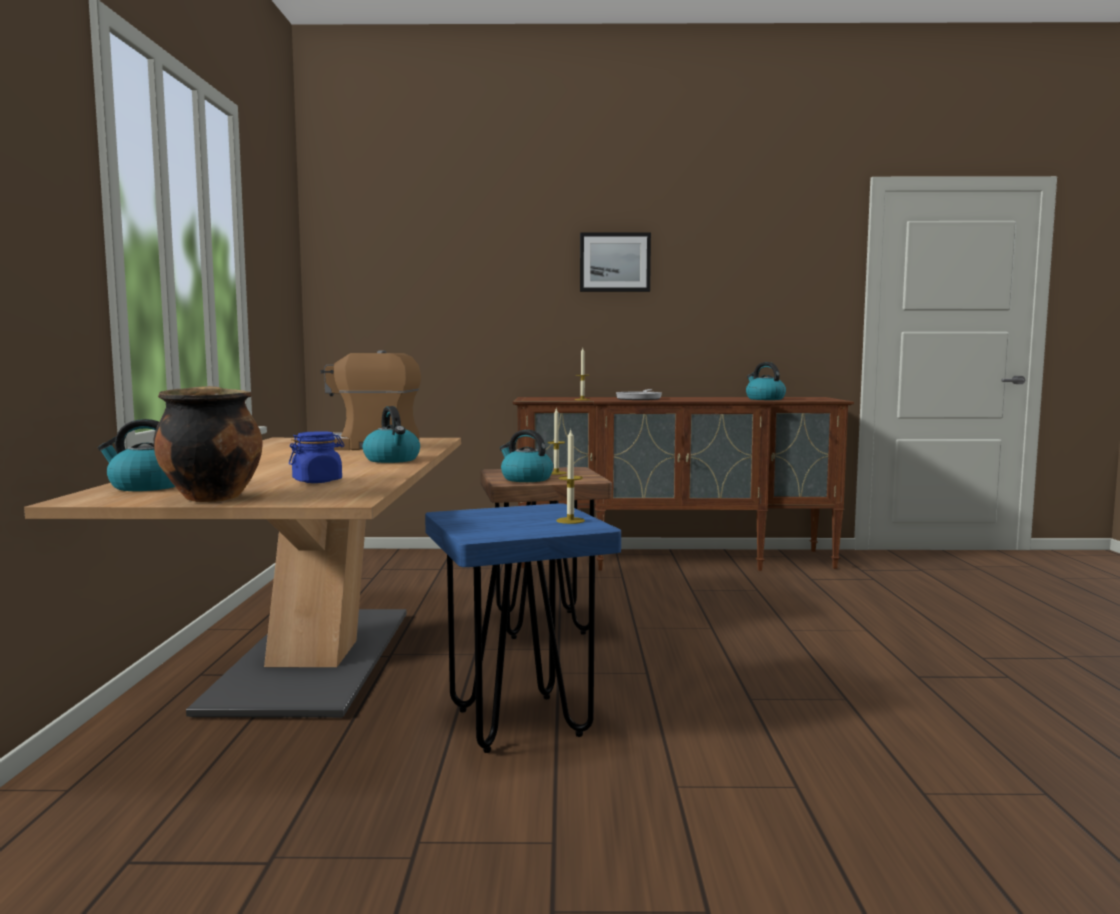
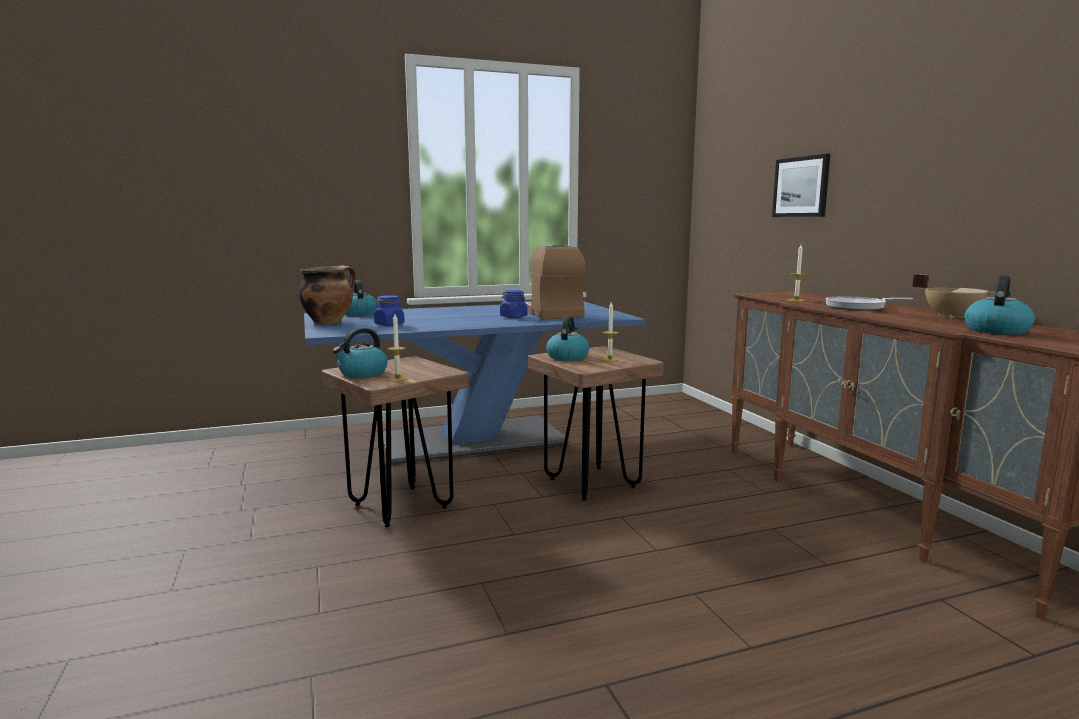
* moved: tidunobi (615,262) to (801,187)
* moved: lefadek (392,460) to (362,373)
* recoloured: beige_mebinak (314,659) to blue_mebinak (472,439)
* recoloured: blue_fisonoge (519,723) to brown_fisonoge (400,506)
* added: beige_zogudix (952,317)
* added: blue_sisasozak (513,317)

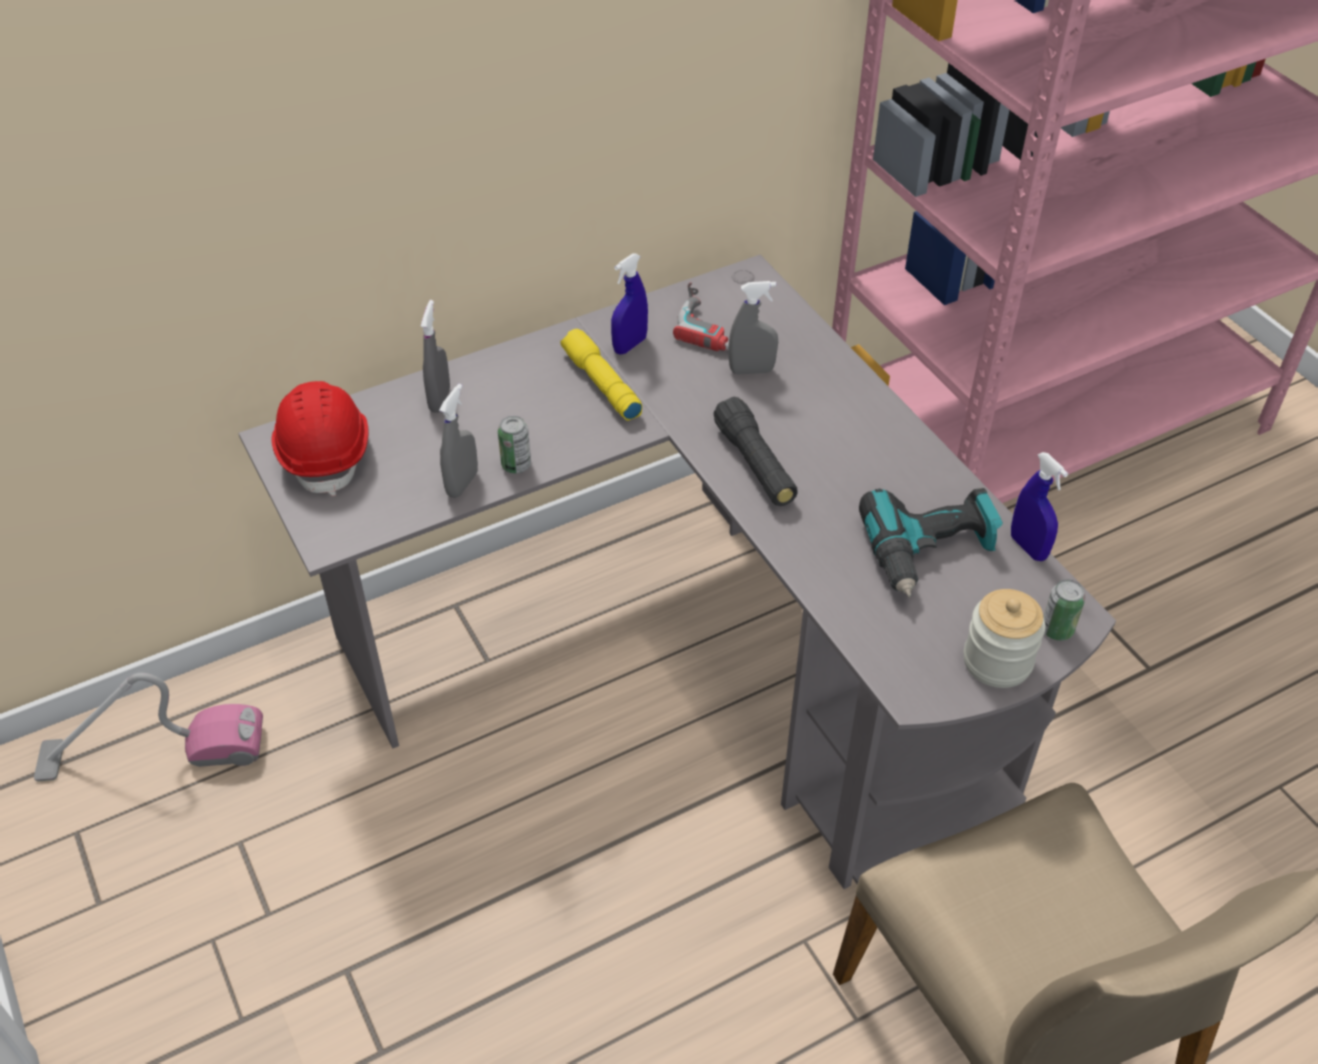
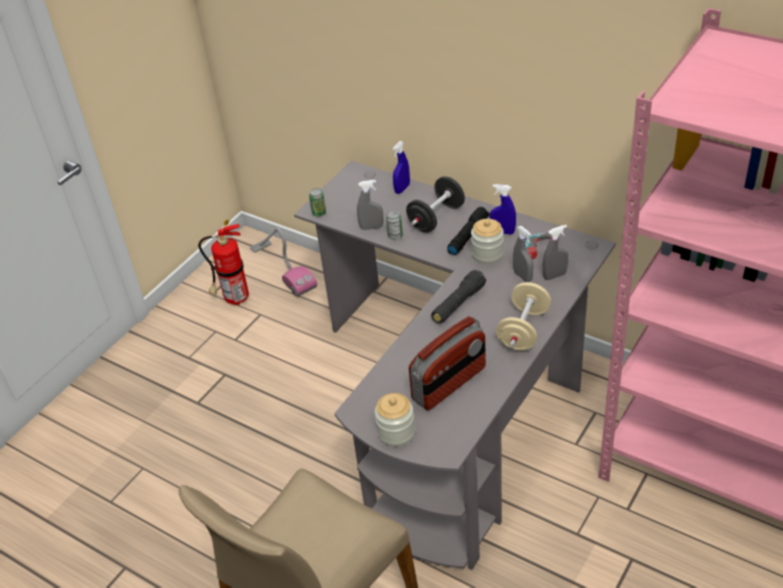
* moved: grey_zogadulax (439,399) to (554,276)
* recoloured: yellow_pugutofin (600,384) to black_pugutofin (467,236)
* removed: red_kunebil (326,452)
* moved: blue_zogadulax (1028,547) to (402,189)
* replaced: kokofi (930,552) to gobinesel (449,384)
* moved: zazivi (1057,630) to (319,213)
* added: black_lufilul (436,218)
* added: sisasozak (487,254)
* added: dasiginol (234,299)
* added: beige_lufilul (523,330)

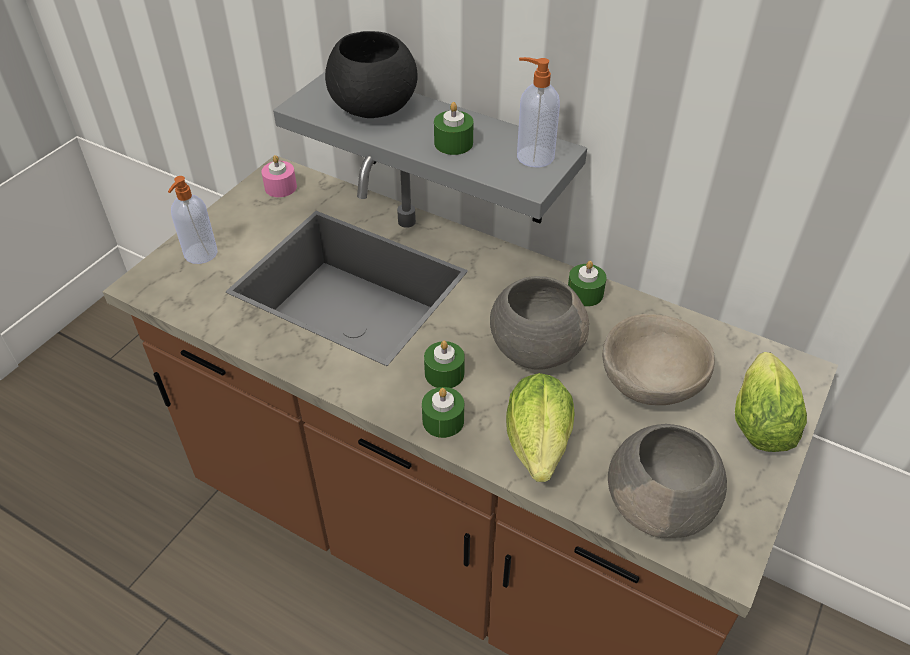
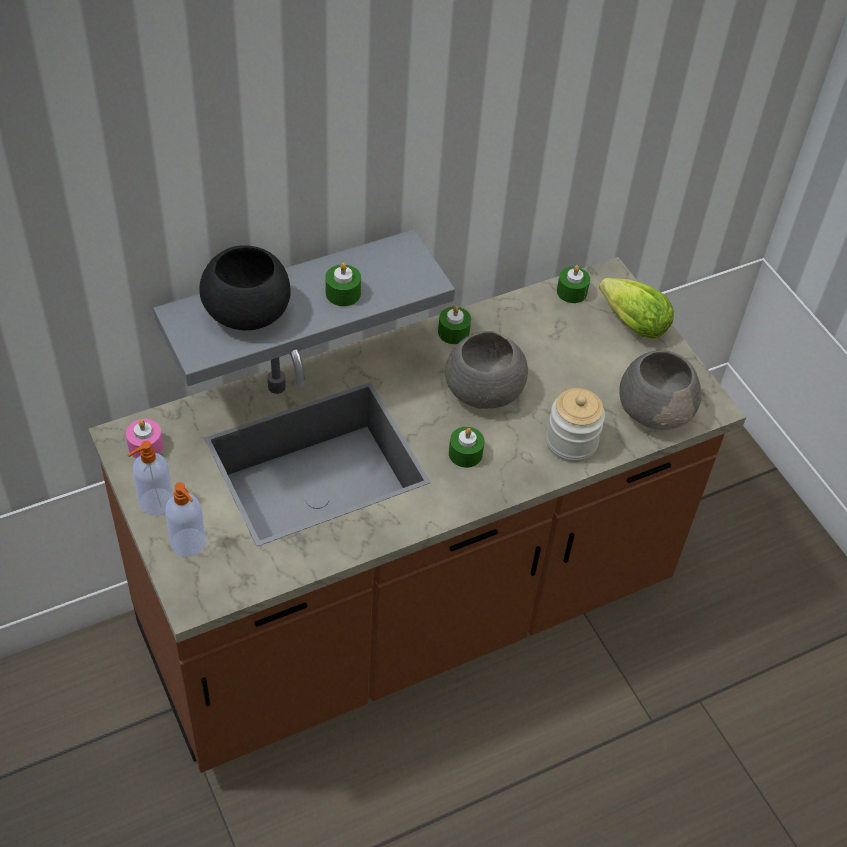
* moved: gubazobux (533,156) to (155,502)
* removed: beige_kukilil (650,382)
* replaced: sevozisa (538,450) to sisasozak (571,442)
* moved: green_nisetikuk (443,420) to (572,292)

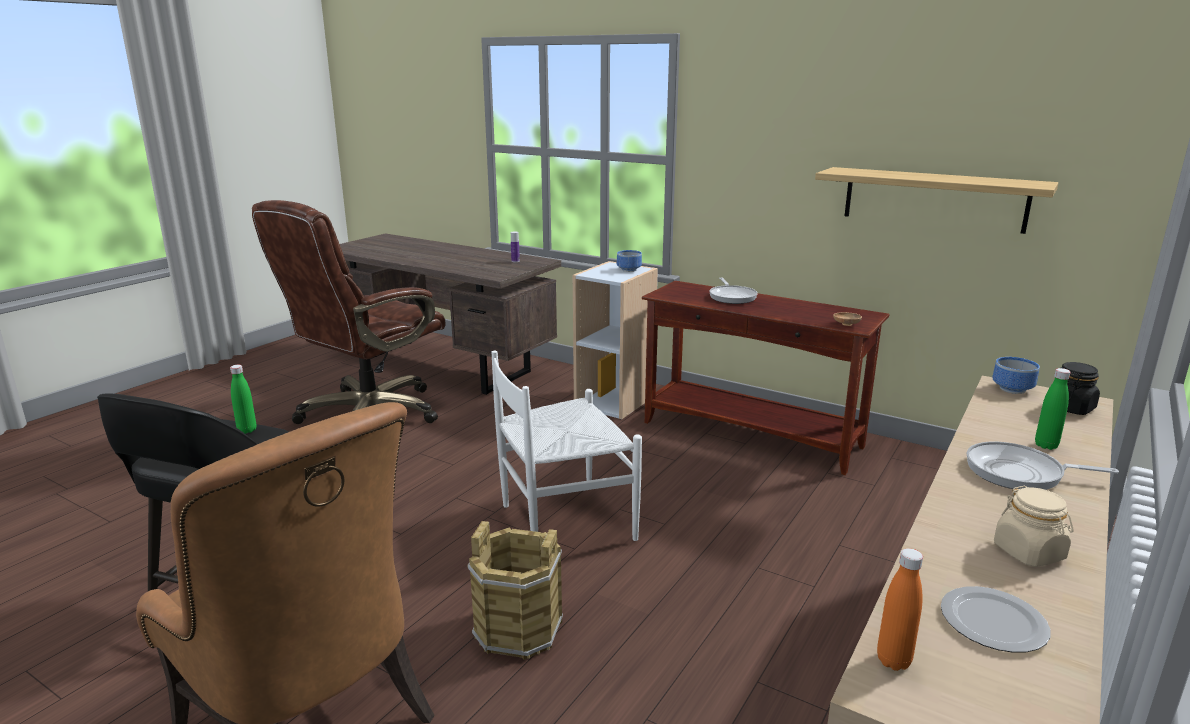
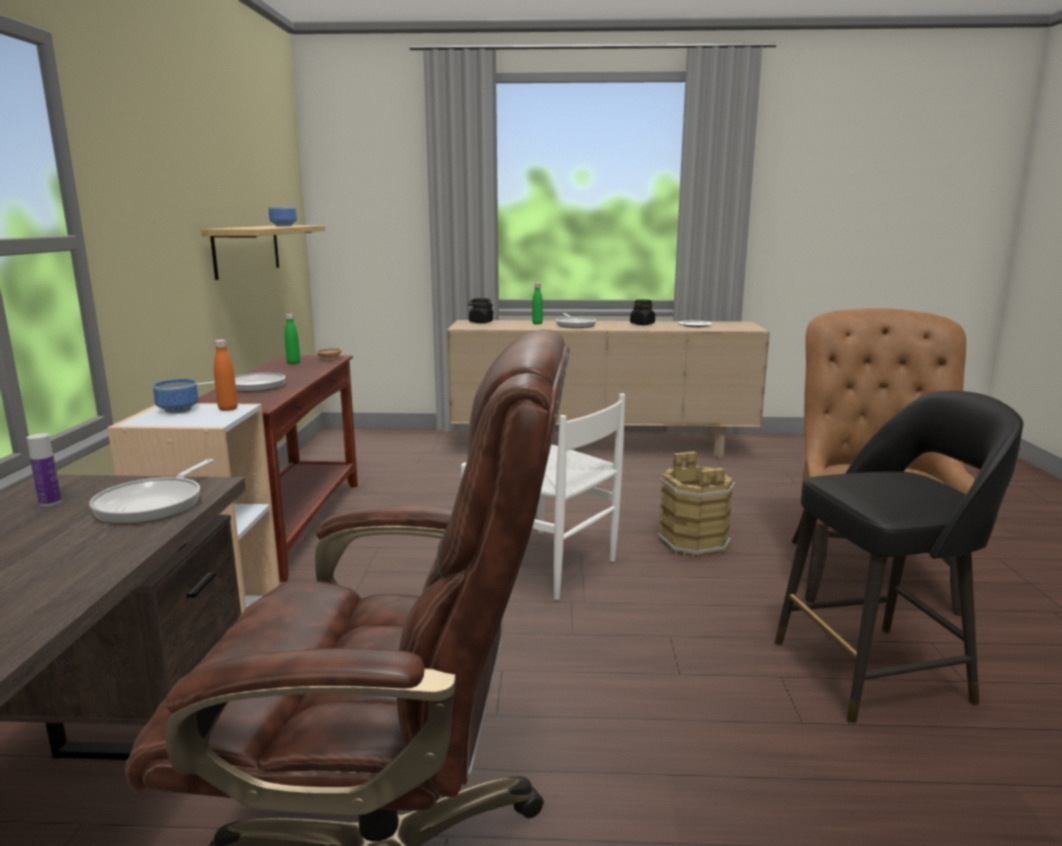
* moved: kukilil (1014,389) to (284,226)
* moved: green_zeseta (247,430) to (293,363)
* recoloured: beige_sisasozak (1029,552) to black_sisasozak (642,324)
* moved: orange_zeseta (893,661) to (228,409)
* added: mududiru (154,504)

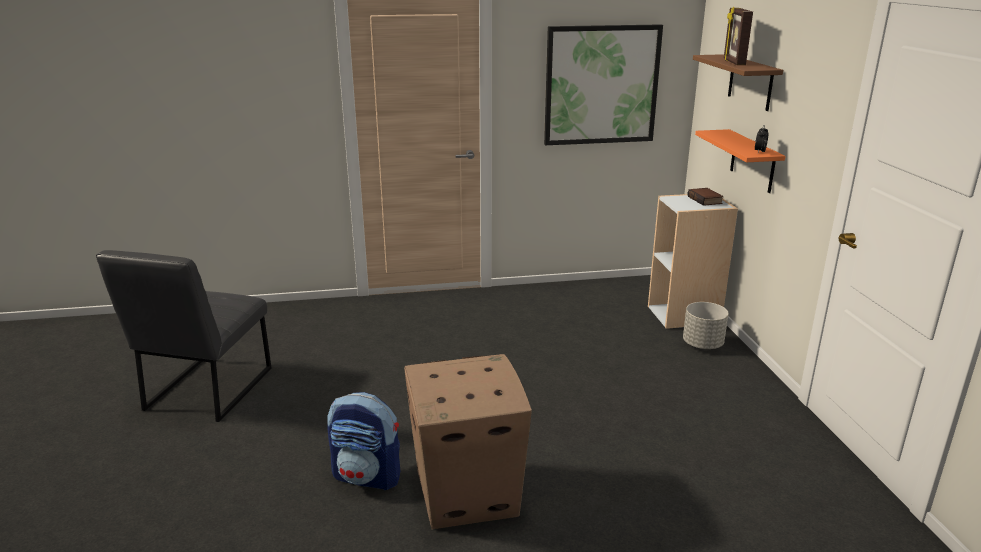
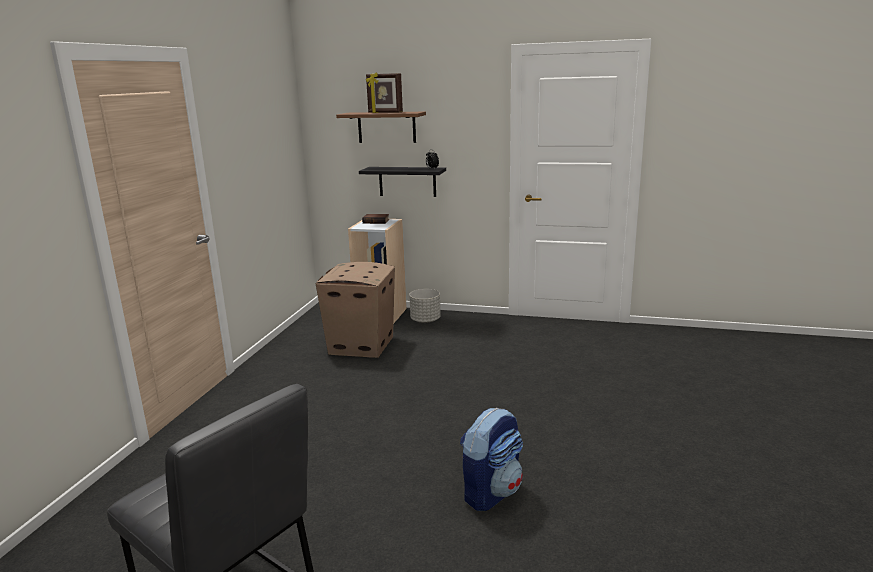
* removed: tidunobi (601,85)
* recoloured: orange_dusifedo (752,161) to black_dusifedo (407,181)
* moved: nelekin (465,494) to (361,346)

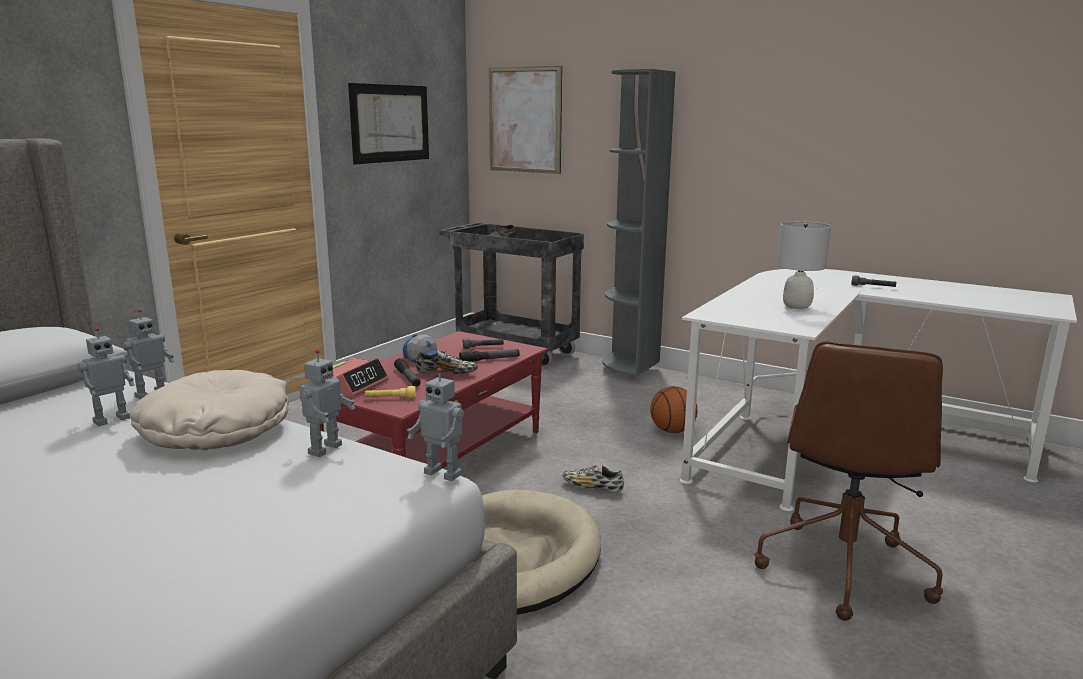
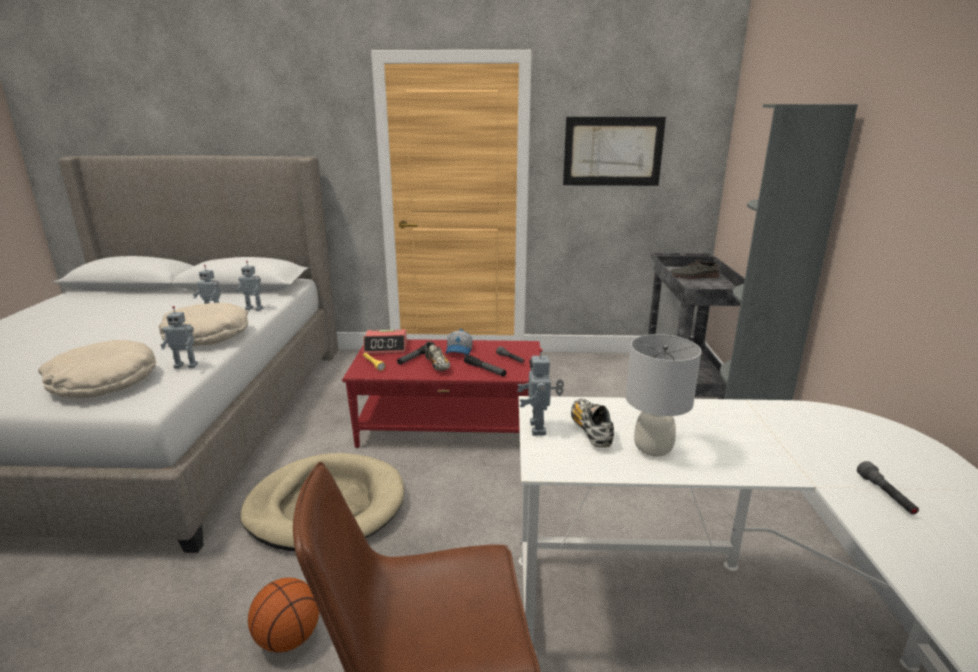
* removed: tidunobi (524,120)
* moved: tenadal (444,473) to (539,428)
* moved: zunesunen (672,431) to (288,638)
* moved: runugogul (592,488) to (590,430)
* added: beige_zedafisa (104,383)

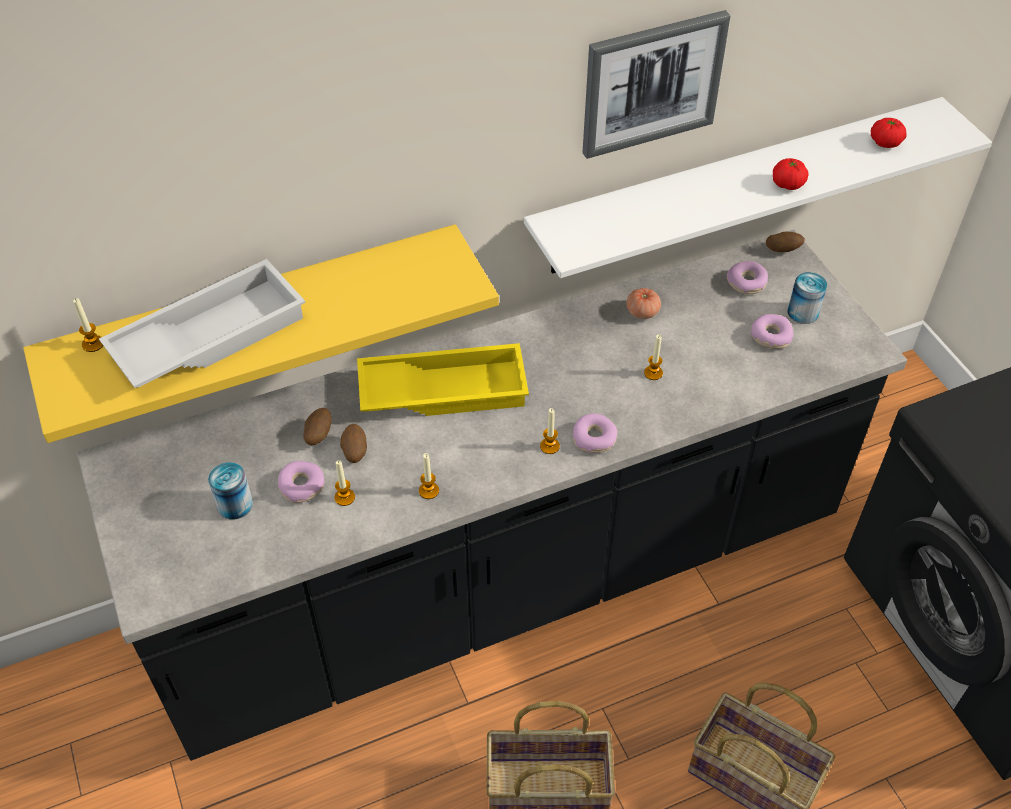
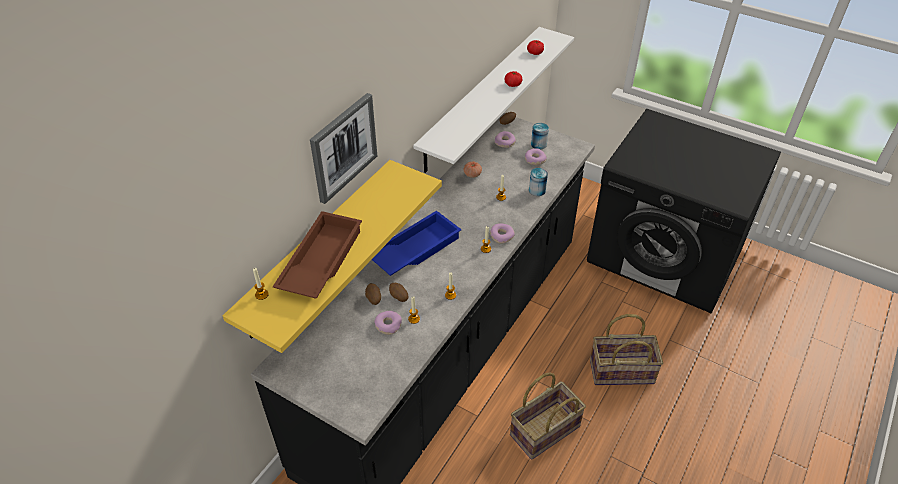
* moved: tidunobi (652,83) to (343,147)
* recoloured: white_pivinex (208,334) to brown_pivinex (320,261)
* recoloured: yellow_pivinex (444,388) to blue_pivinex (414,249)
* moved: zazivi (235,504) to (537,190)

